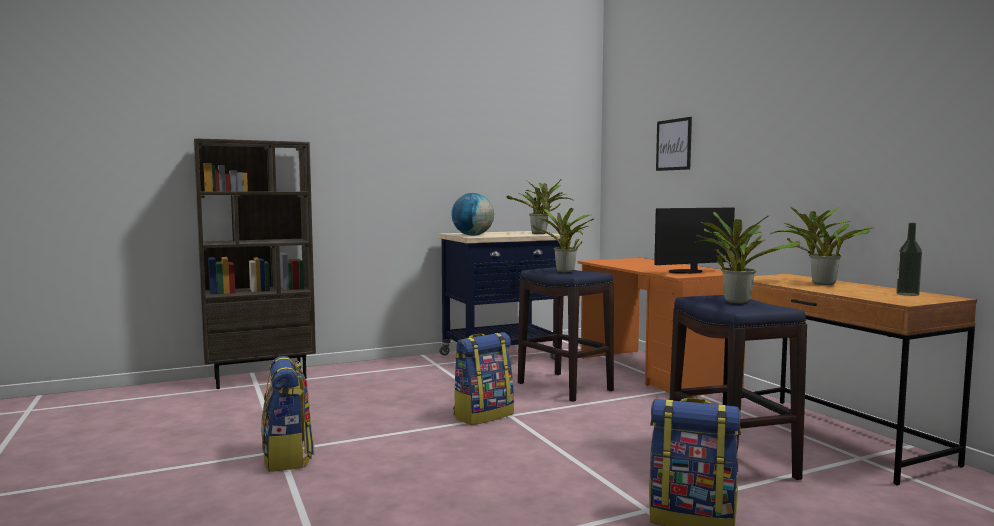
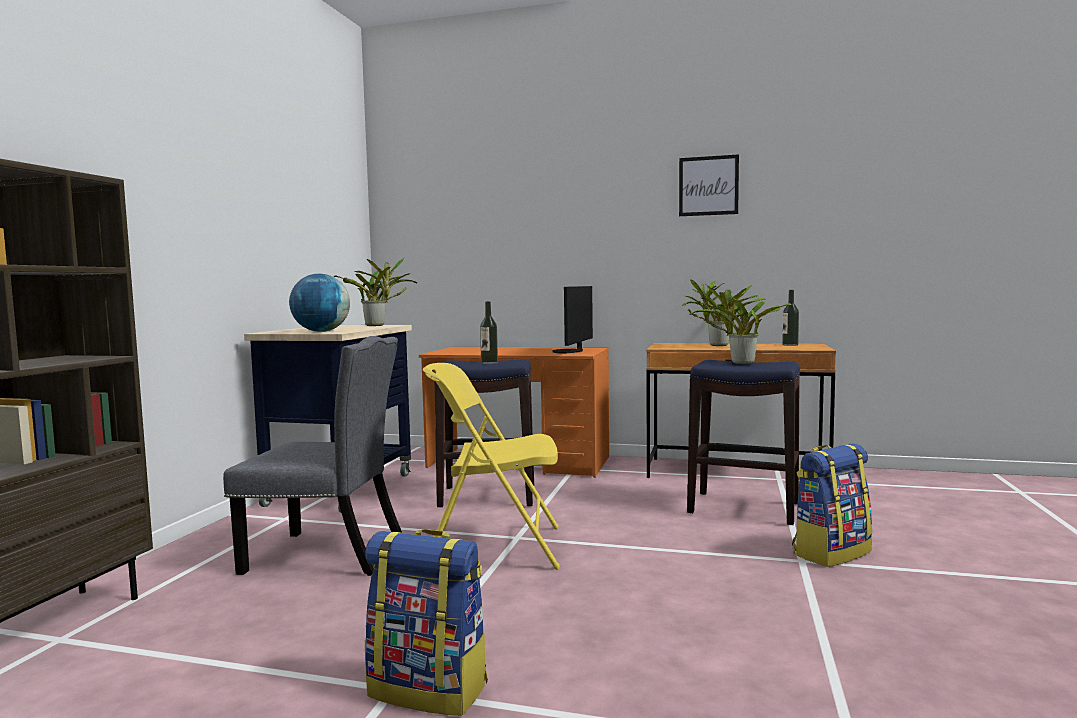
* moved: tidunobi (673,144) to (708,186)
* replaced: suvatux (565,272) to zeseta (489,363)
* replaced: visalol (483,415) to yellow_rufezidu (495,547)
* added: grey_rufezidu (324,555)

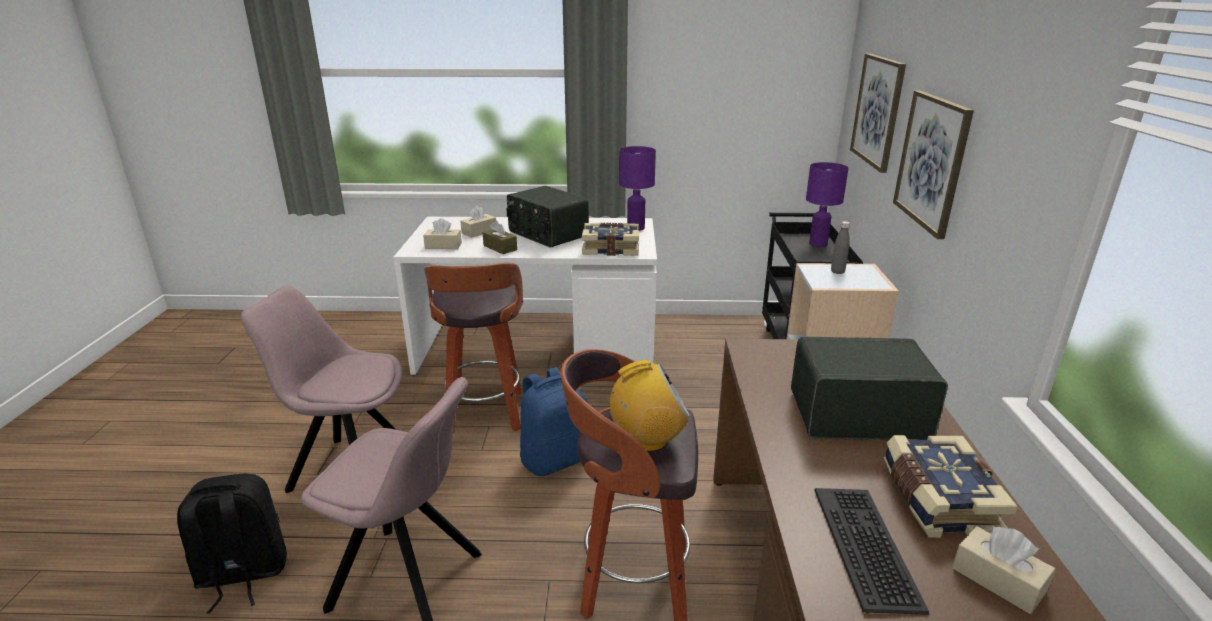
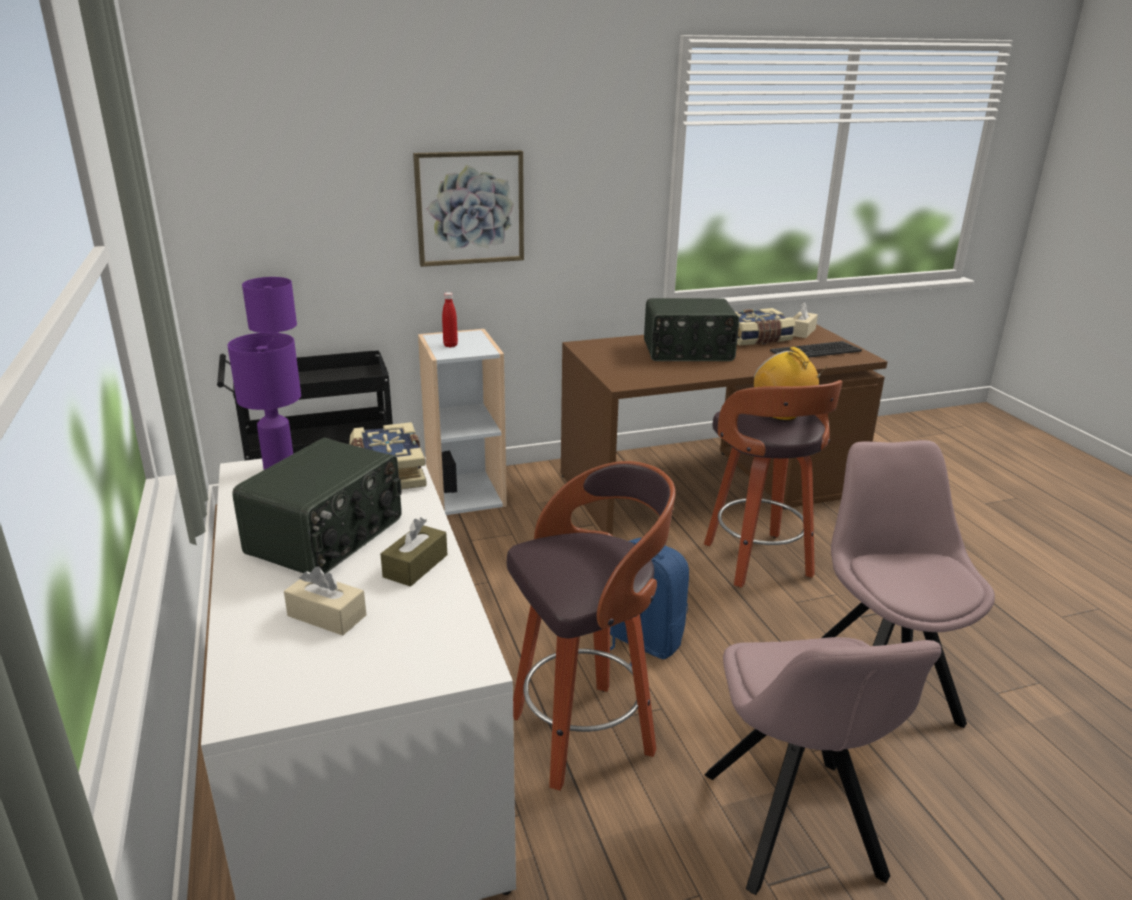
* removed: tidunobi (878,111)
* removed: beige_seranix (443,246)
* recoloured: grey_zeseta (837,272) to red_zeseta (450,345)
* turned: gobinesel (857,414) = (688,352) 75 degrees counterclockwise
* removed: black_visalol (242,574)

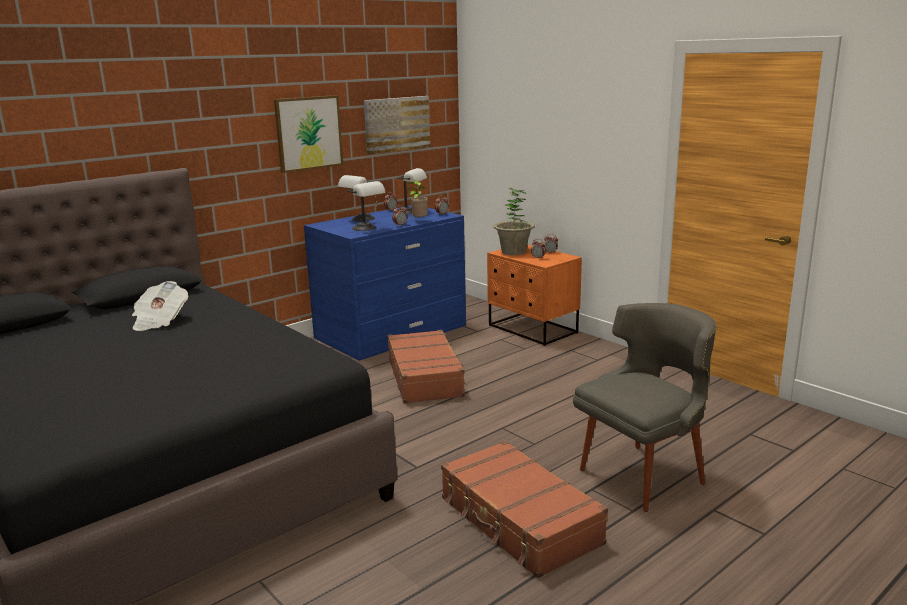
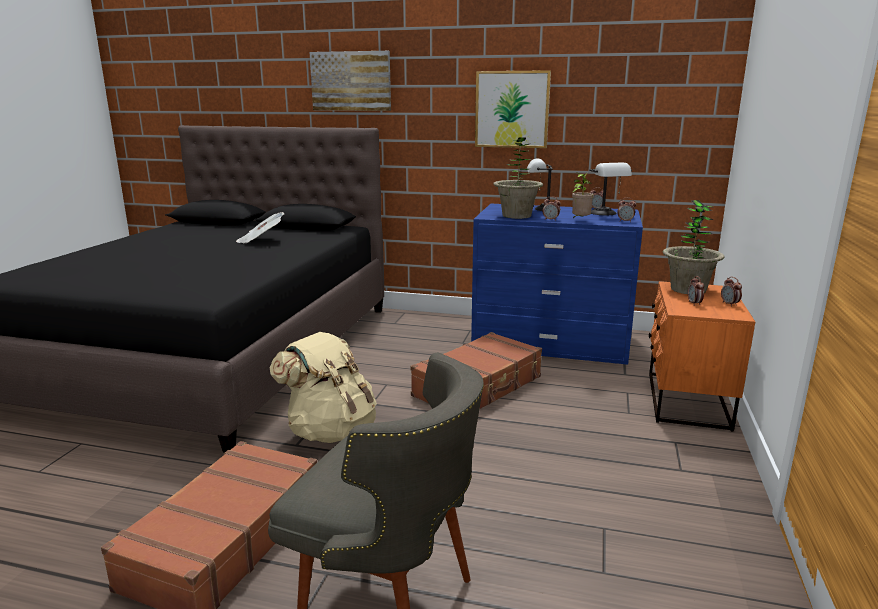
* moved: tidunobi (396,124) to (351,81)
* replaced: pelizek (368,228) to suvatux (516,216)
* added: beige_visalol (330,431)

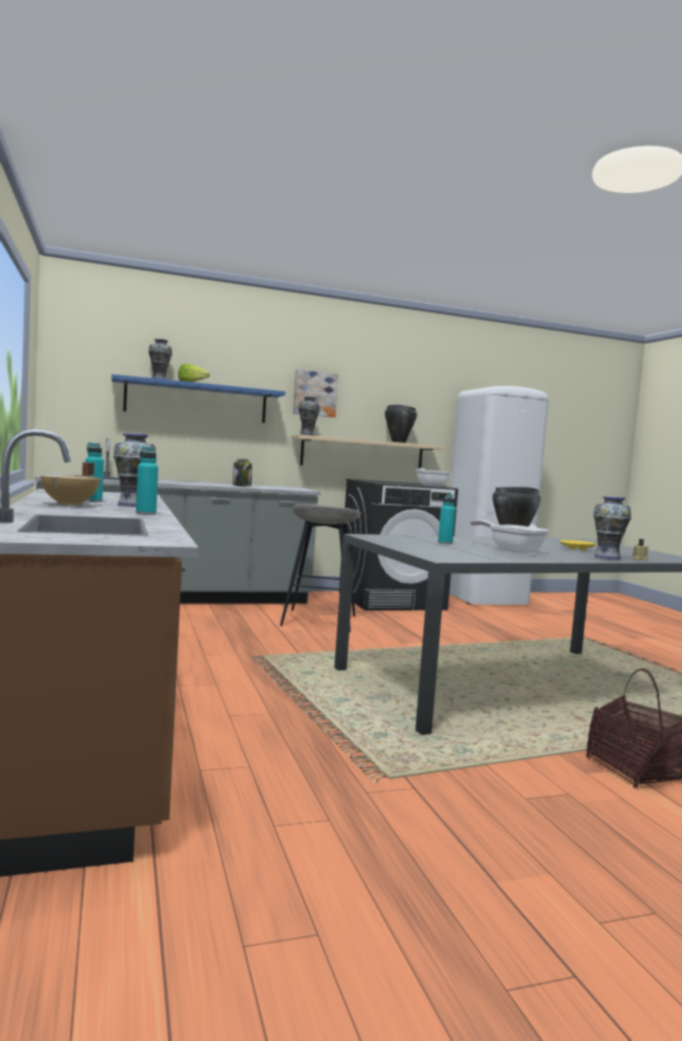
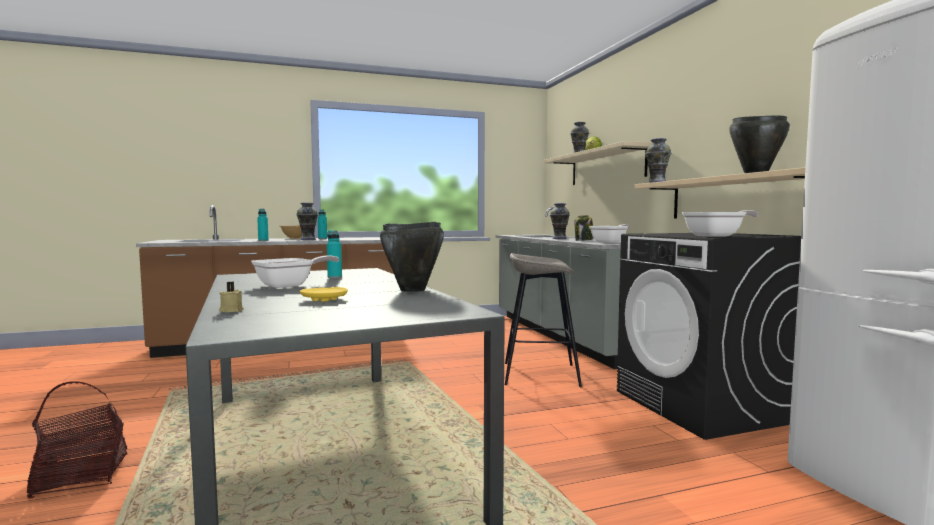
* removed: tidunobi (315,394)
* recoloured: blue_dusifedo (196,401) to beige_dusifedo (606,167)
* moved: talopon (607,557) to (559,238)
* added: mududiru (610,242)

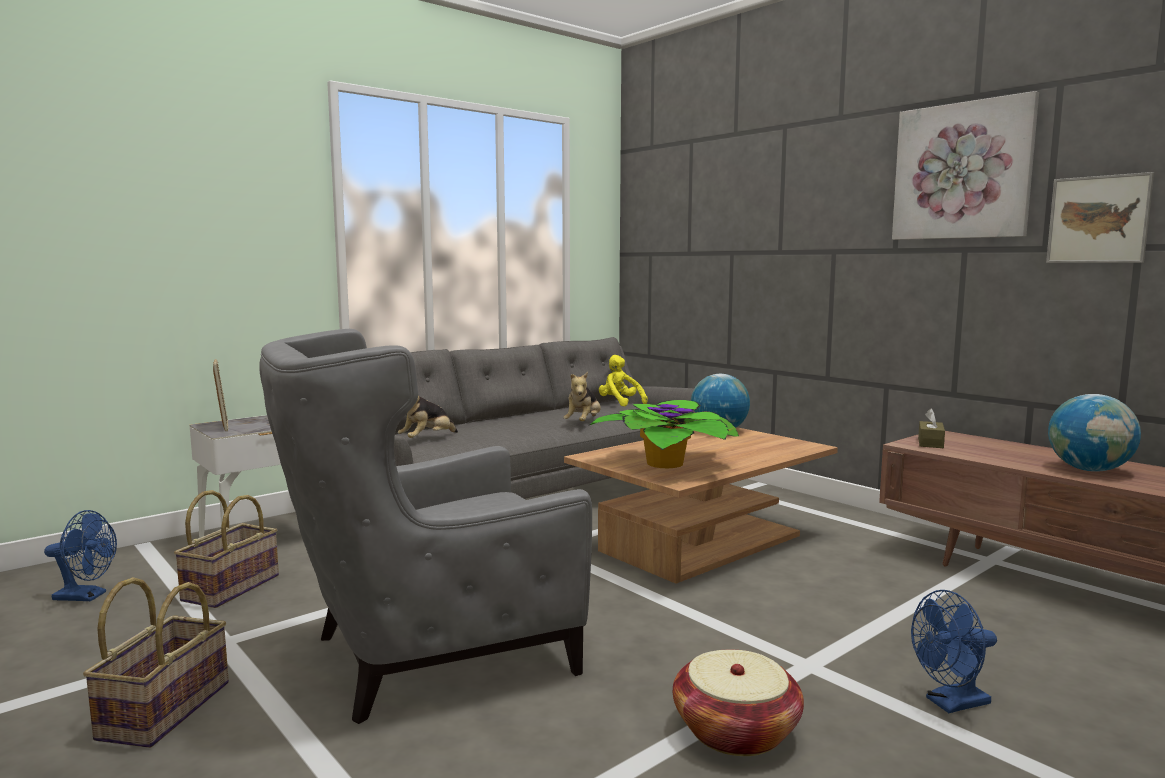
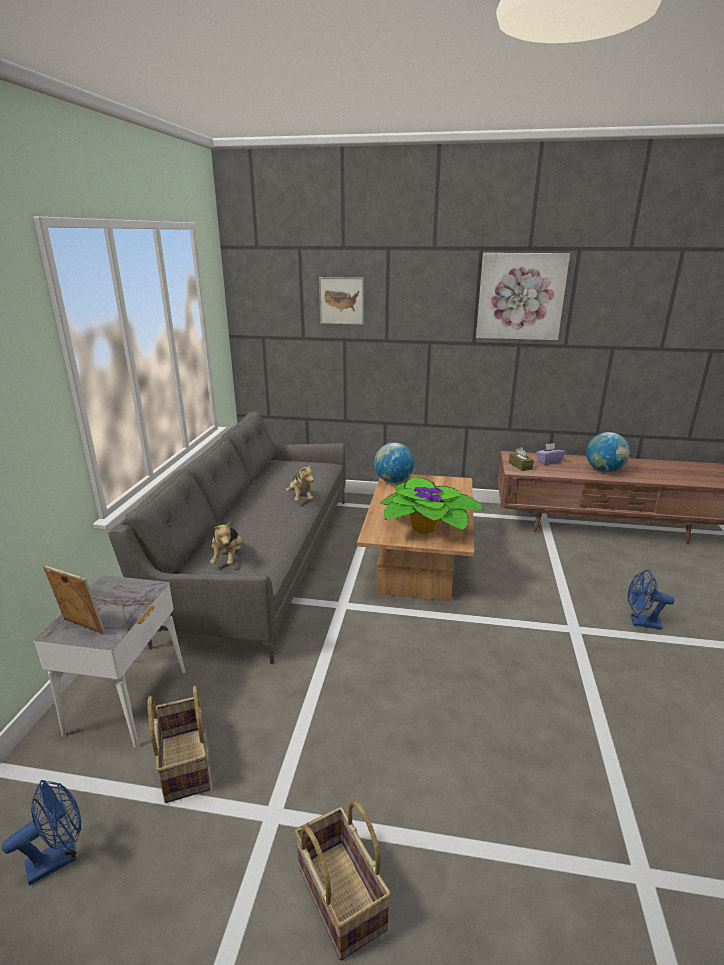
* moved: tidunobi (1098,219) to (341,301)
* removed: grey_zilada (429,654)
* removed: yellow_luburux (620,403)
* turned: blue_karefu (951,703) = (640,622) 75 degrees clockwise
* removed: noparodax (735,731)
* added: purple_seranix (548,462)

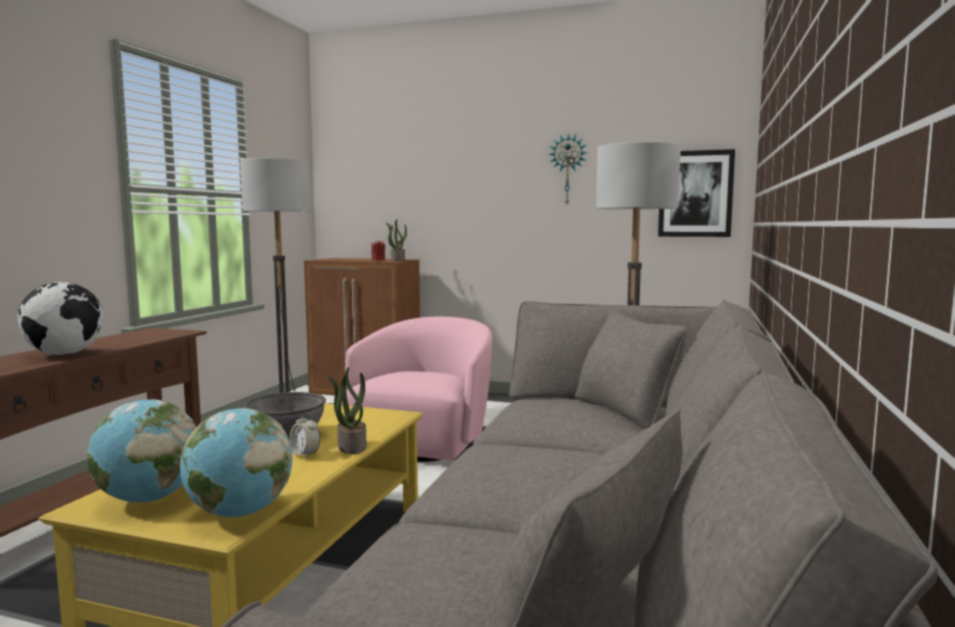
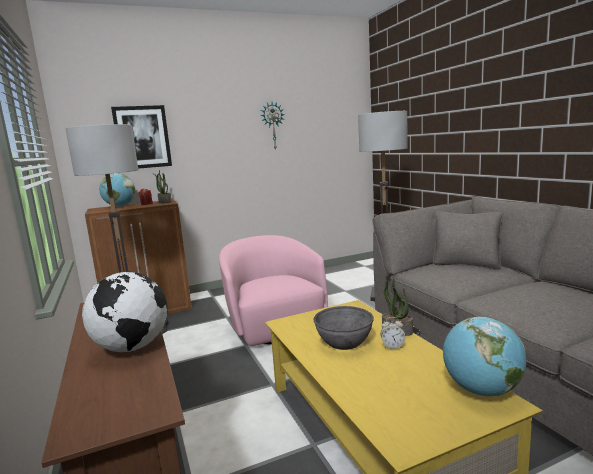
* moved: tidunobi (695,194) to (142,137)
* moved: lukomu (148,499) to (120,206)

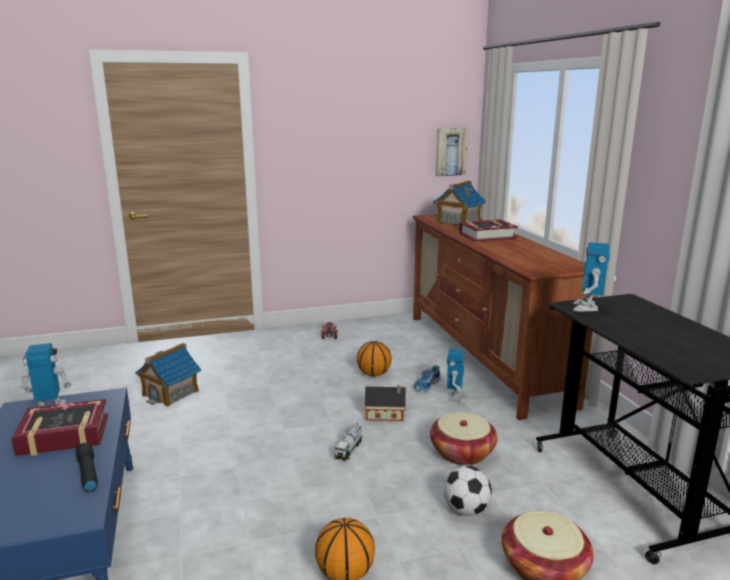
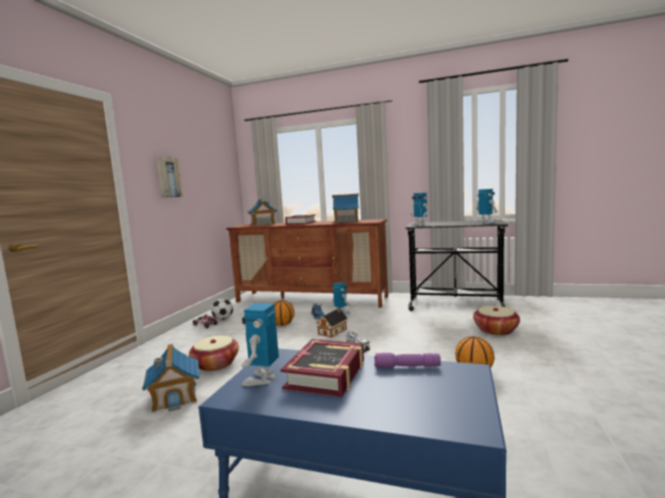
* moved: tidunobi (450,151) to (168,177)
* moved: noparodax (462,453) to (215,364)
* recoloured: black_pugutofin (87,473) to purple_pugutofin (406,367)
* moved: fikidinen (466,510) to (223,319)
* added: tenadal (486,223)
* added: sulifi (347,221)

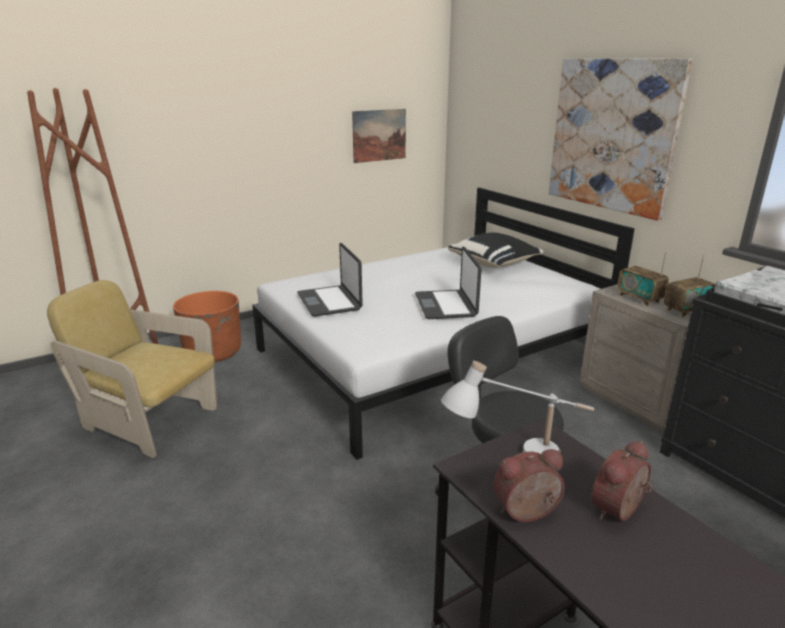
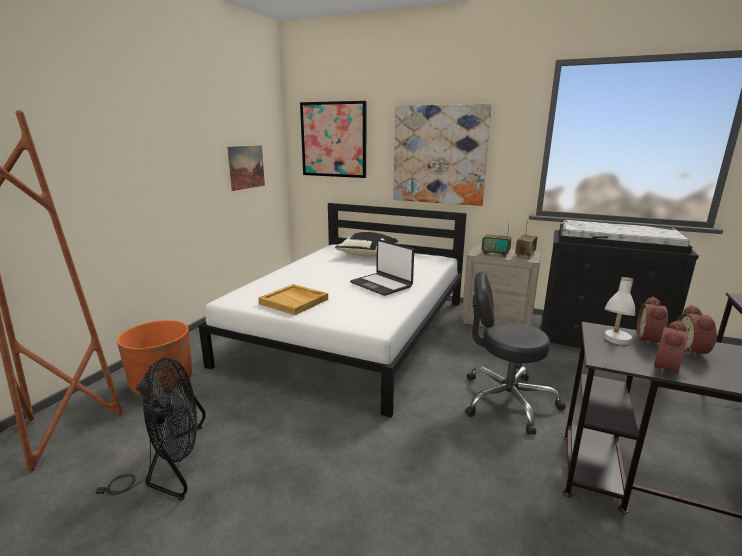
* replaced: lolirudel (330,302) to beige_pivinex (294,301)
* replaced: yellow_zilada (149,421) to black_karefu (169,465)
* added: tidunobi (333,139)
* added: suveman (650,340)

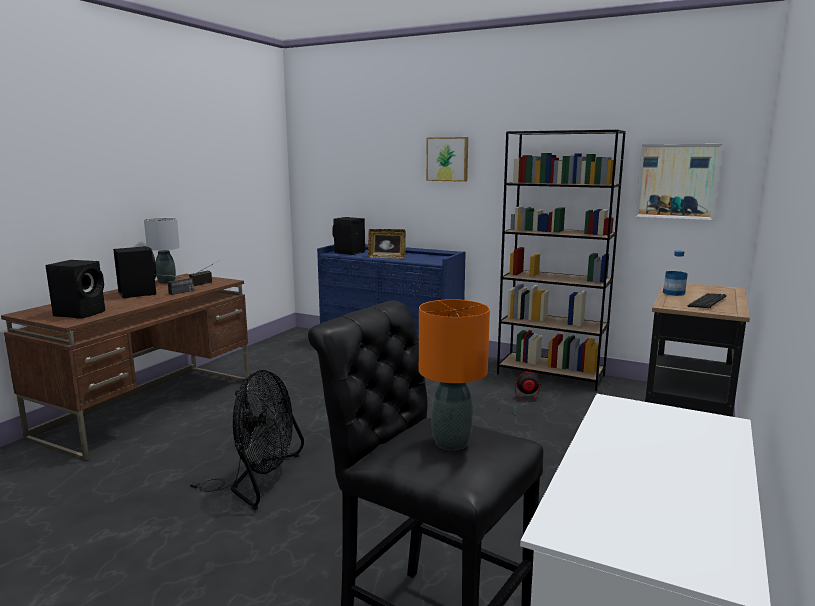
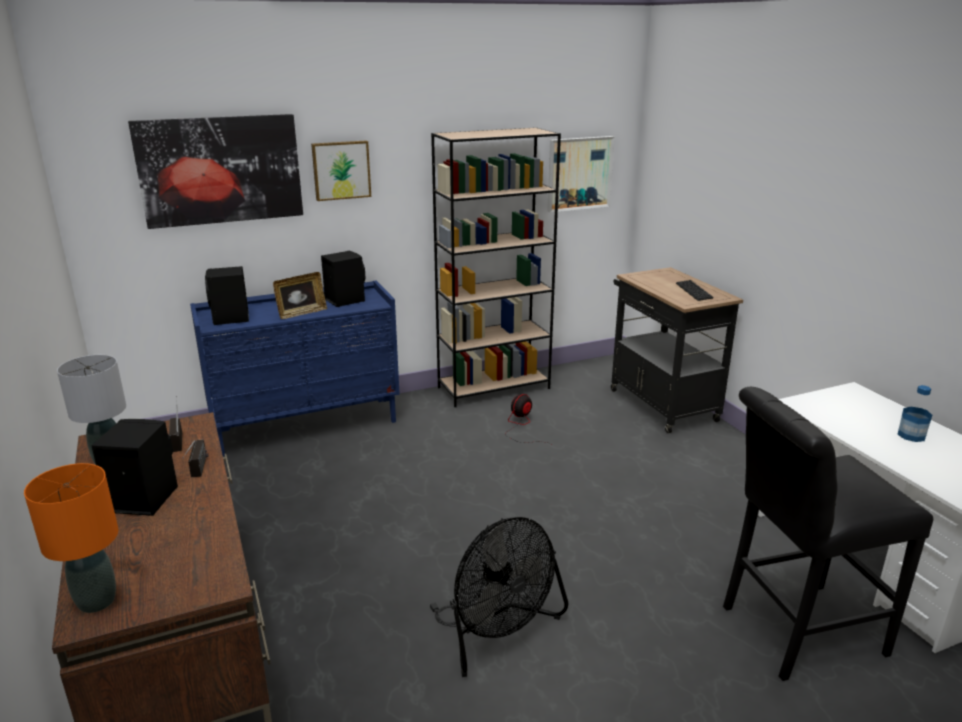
* moved: zeseta (673,293) to (911,435)
* moved: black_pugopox (81,313) to (344,300)
* moved: orange_pelizek (452,442) to (97,601)
* turned: black_karefu (256,480) = (493,632) 90 degrees clockwise
* added: tidunobi (220,170)

